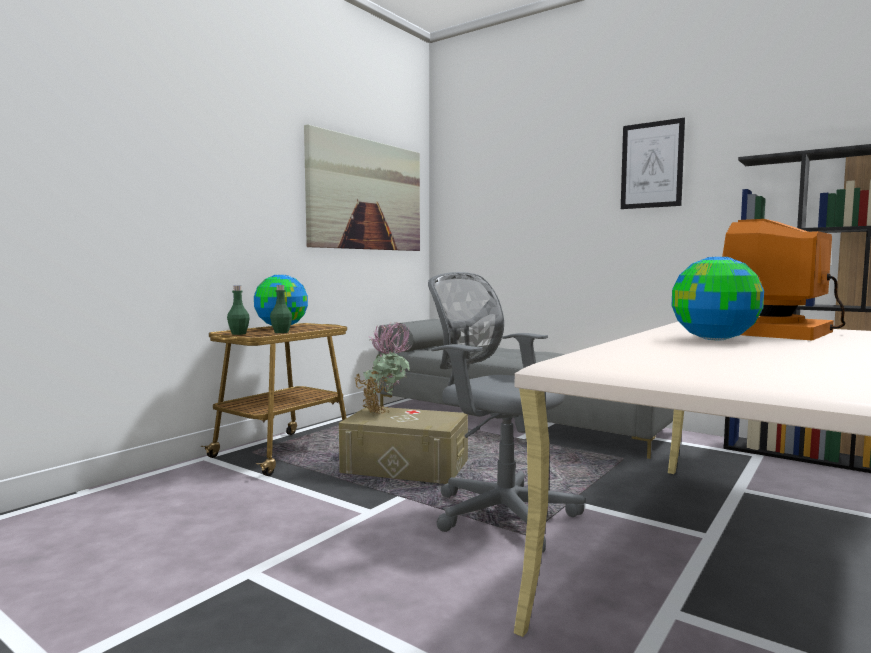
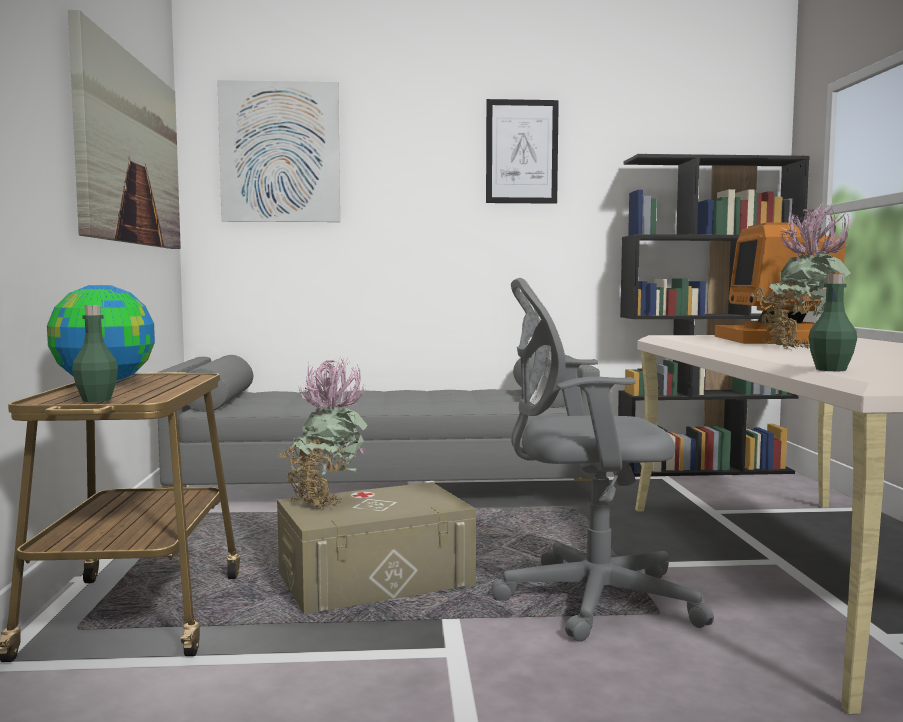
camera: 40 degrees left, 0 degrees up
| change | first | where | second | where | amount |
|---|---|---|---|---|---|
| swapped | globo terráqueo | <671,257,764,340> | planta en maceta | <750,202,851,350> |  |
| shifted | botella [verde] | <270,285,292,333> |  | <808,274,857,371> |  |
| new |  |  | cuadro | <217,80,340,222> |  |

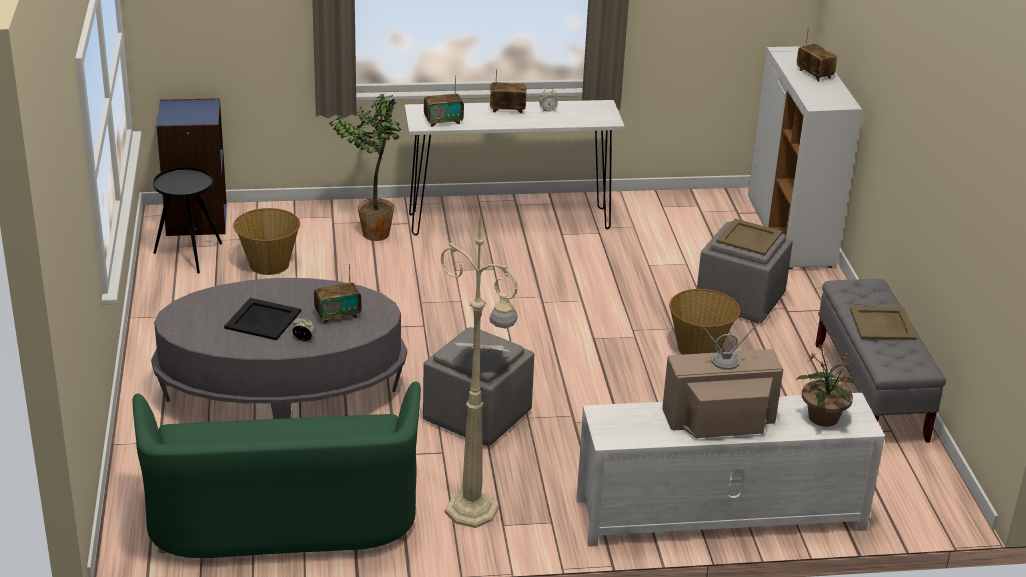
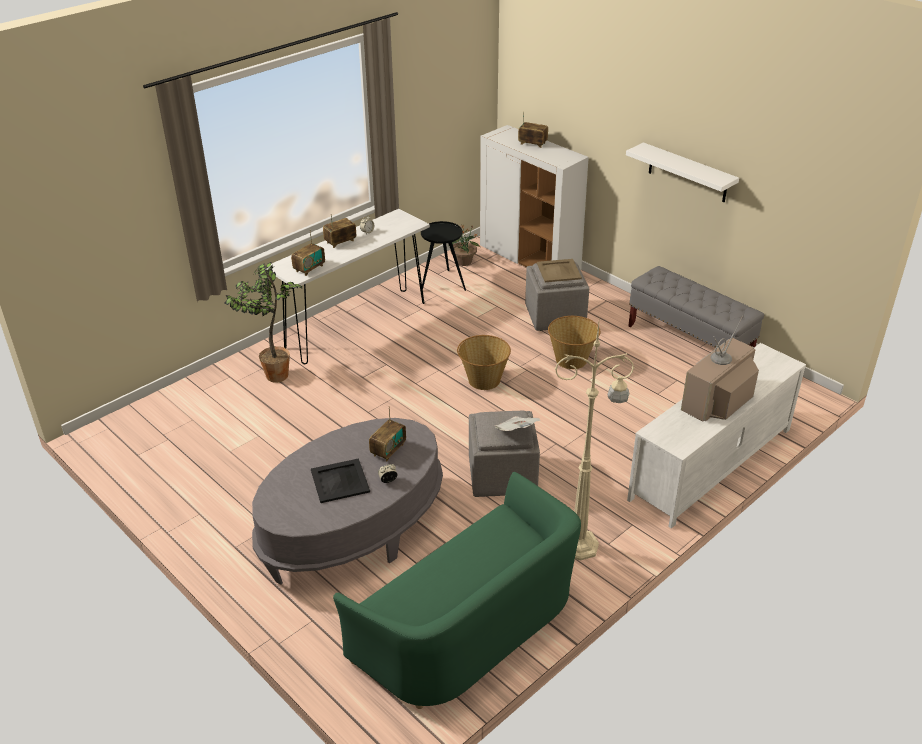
camera: 35 degrees left, 5 degrees up
| change | first | where | second | where | amount |
|---|---|---|---|---|---|
| gone | estantería [azul] | <156,98,227,236> |  |  |  |
| shifted | mesa auxiliar [negro] | <153,167,222,274> |  | <421,221,466,291> |  |
| shifted | cesta | <233,208,300,275> |  | <457,335,511,390> |  |
| gone | bandeja [beis] | <850,306,917,340> |  |  |  |
| shifted | planta en maceta | <796,345,854,427> |  | <448,225,480,266> |  |
| new |  |  | estante [blanco] | <626,142,739,202> |  |

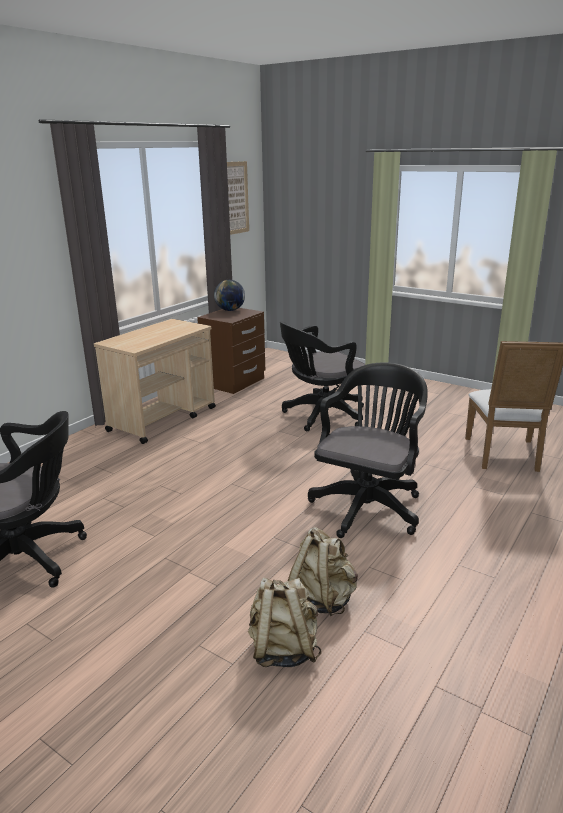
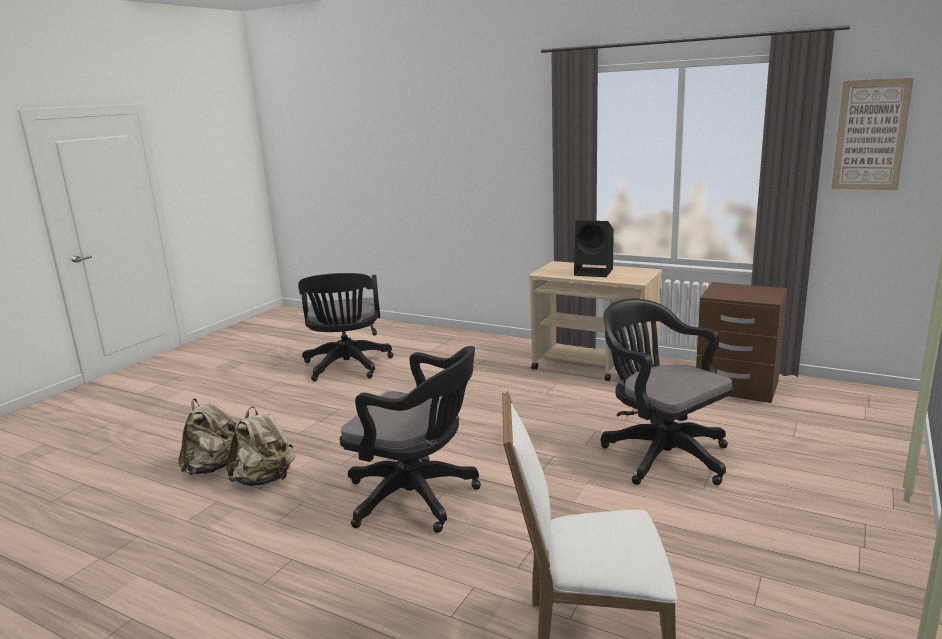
camera: 85 degrees right, 5 degrees down
| change | first | where | second | where | amount |
|---|---|---|---|---|---|
| gone | globo terráqueo | <214,280,245,311> |  |  |  |
| new |  |  | altavoz [negro] | <574,220,614,277> |  |

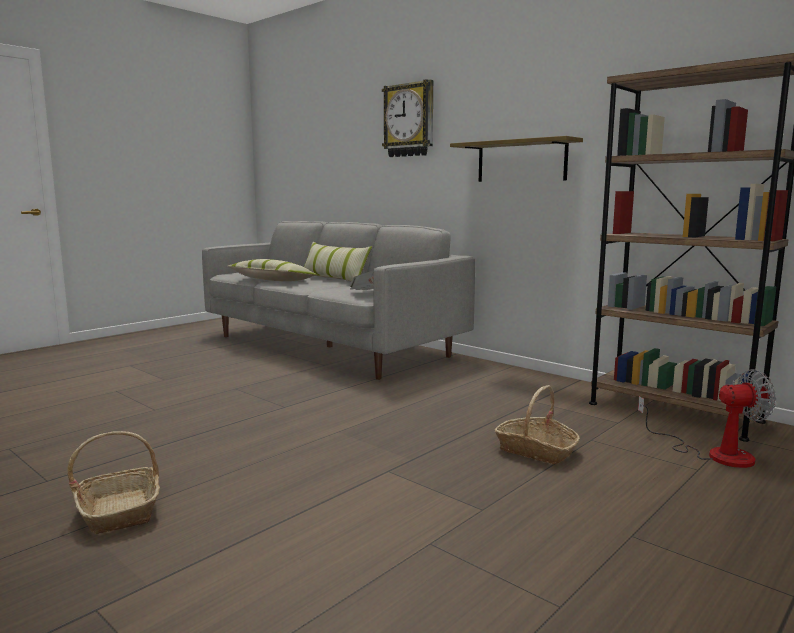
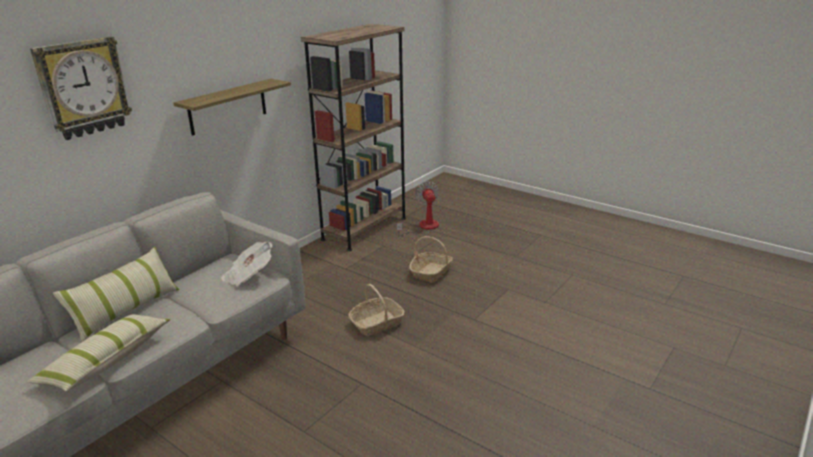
camera: 95 degrees left, 15 degrees up
| change | first | where | second | where | amount |
|---|---|---|---|---|---|
| shifted | cesta | <67,431,160,534> |  | <348,284,405,336> |  |

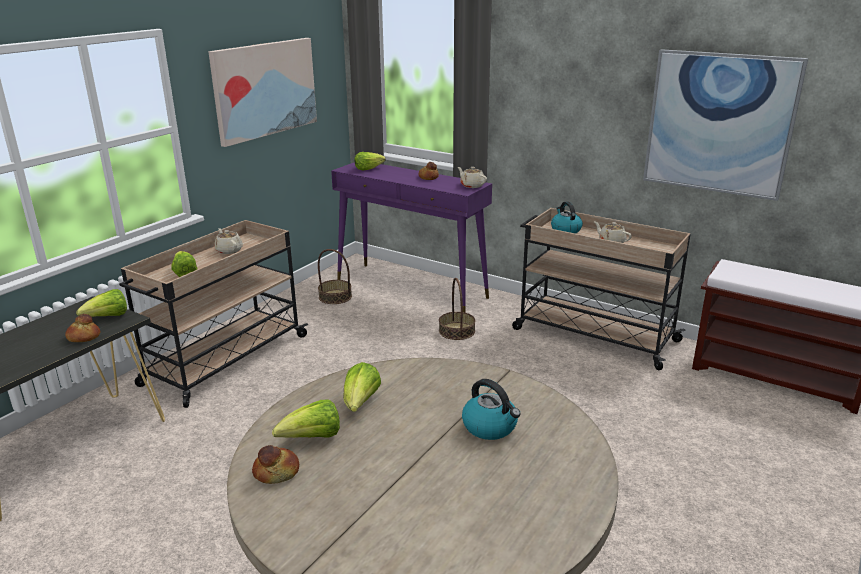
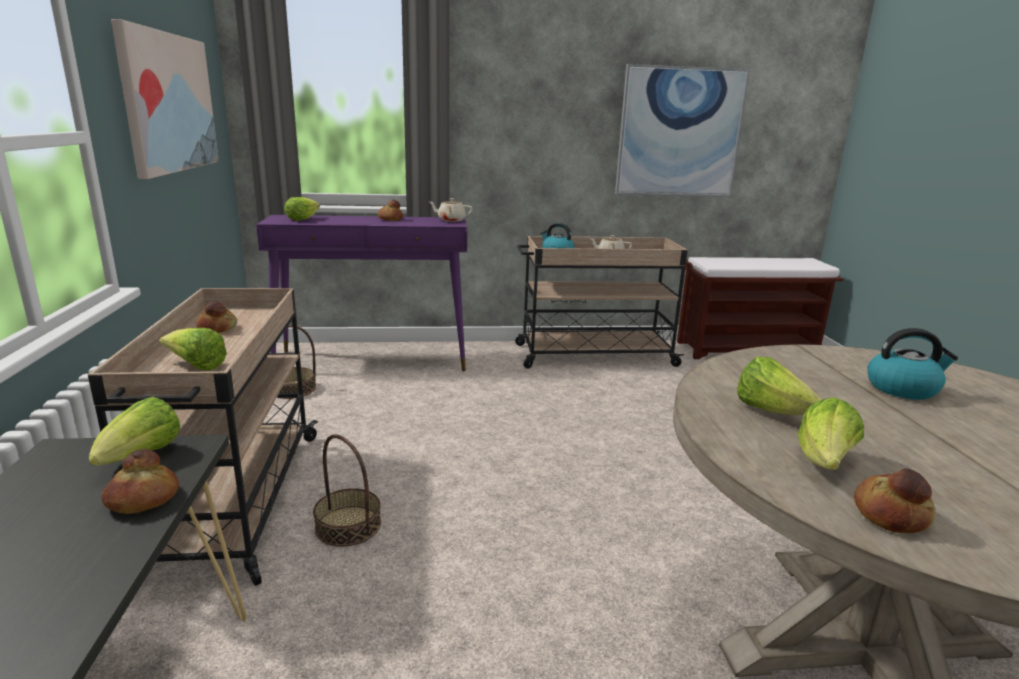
camera: 40 degrees left, 5 degrees down
| change | first | where | second | where | amount |
|---|---|---|---|---|---|
| swapped | tetera [beis] | <214,228,243,254> | pan | <196,301,237,333> |  |
| shifted | cesta | <439,278,476,340> |  | <313,434,381,547> |  |

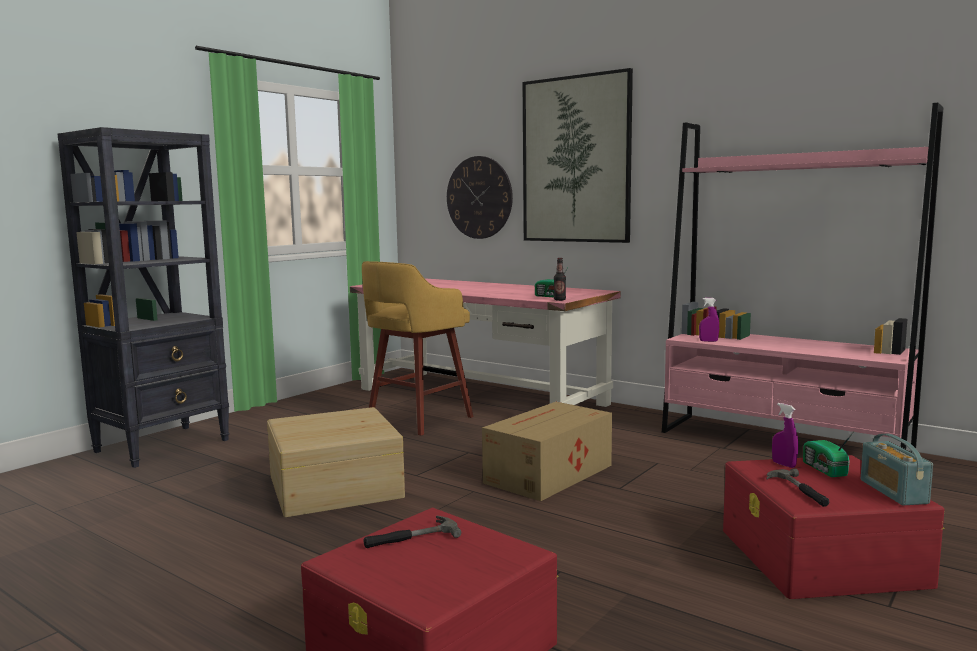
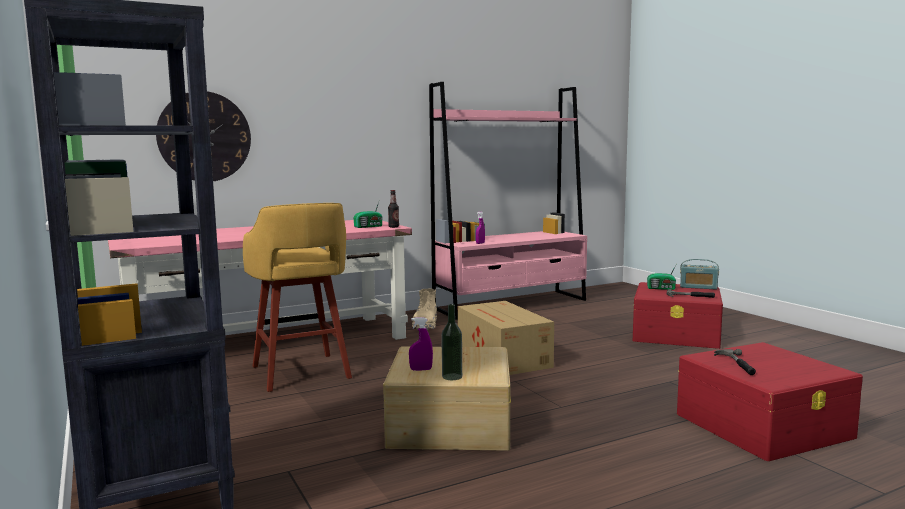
camera: 65 degrees left, 0 degrees up
| change | first | where | second | where | amount |
|---|---|---|---|---|---|
| gone | cuadro | <523,68,633,243> |  |  |  |
| shifted | pulverizador [morado] | <772,403,798,468> |  | <409,317,433,371> |  |
| new |  |  | bota [beis] | <412,289,437,330> |  |
| new |  |  | botella | <441,304,462,380> |  |

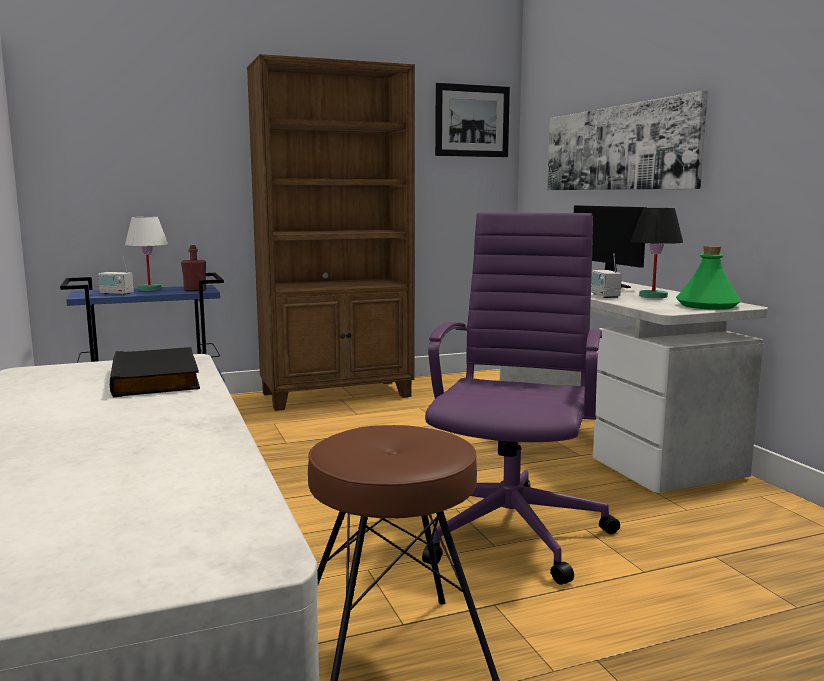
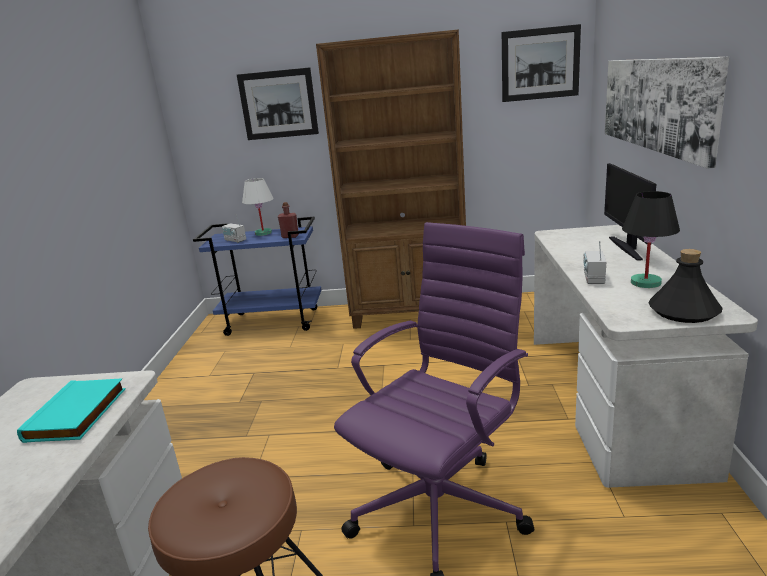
camera: 25 degrees right, 10 degrees up
| change | first | where | second | where | amount |
|---|---|---|---|---|---|
| repainted | botella [verde] | <676,246,741,310> | botella [negro] | <649,249,723,323> |  |
| repainted | libro [negro] | <110,347,200,397> | libro [turquesa] | <17,378,125,443> |  |
| new |  |  | cuadro | <237,67,319,140> |  |

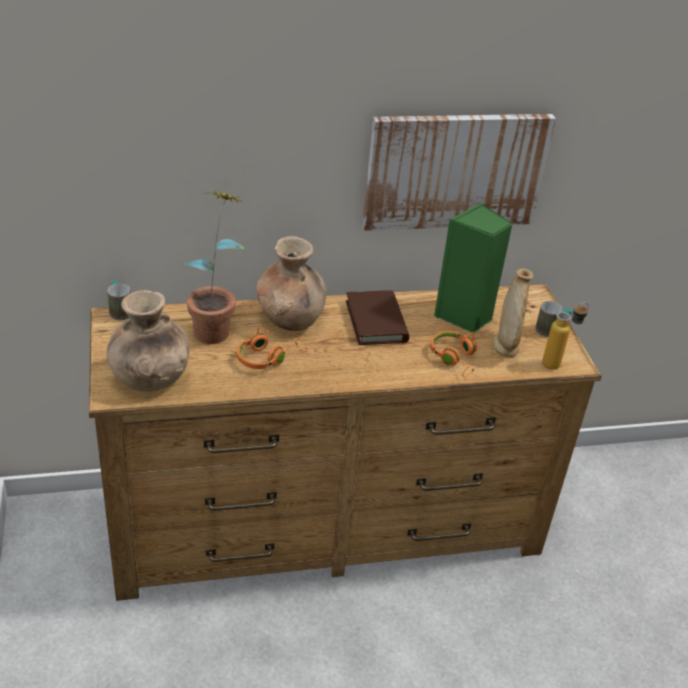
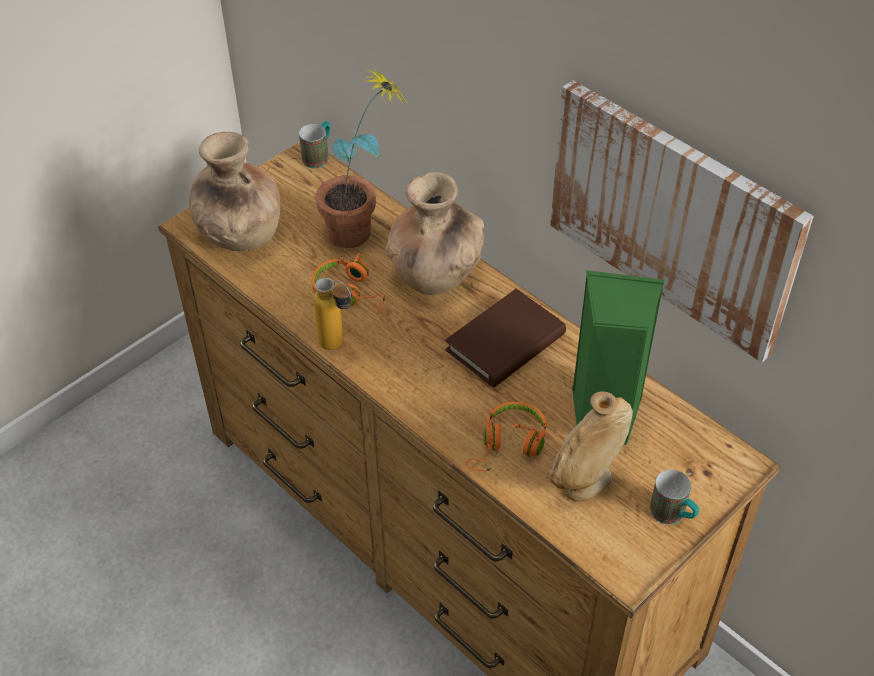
camera: 60 degrees right, 10 degrees up
| change | first | where | second | where | amount |
|---|---|---|---|---|---|
| shifted | botella | <542,302,589,370> |  | <313,278,352,350> |  |

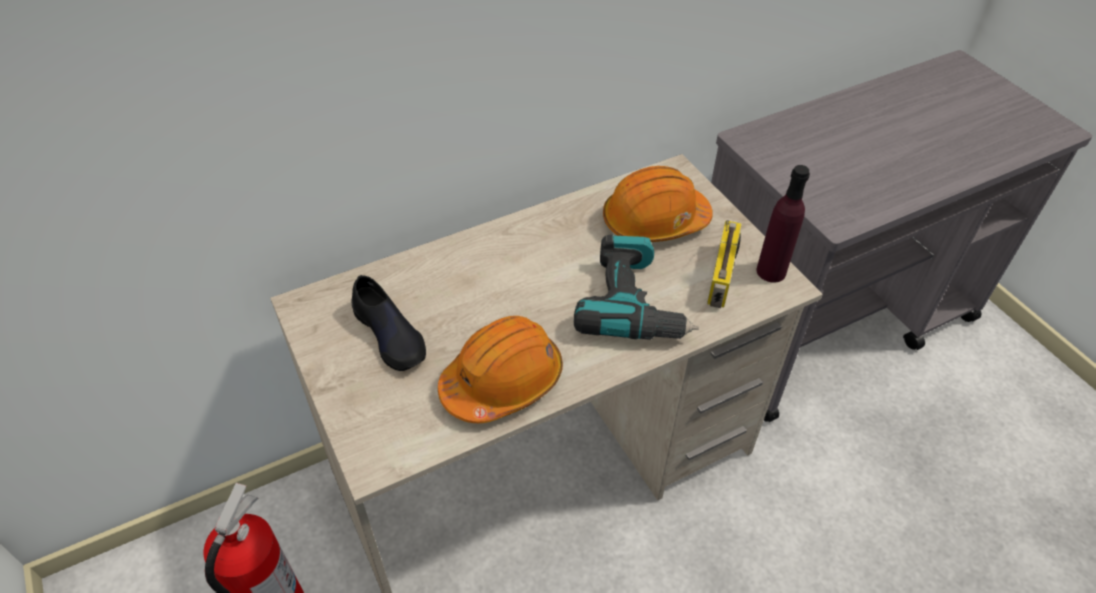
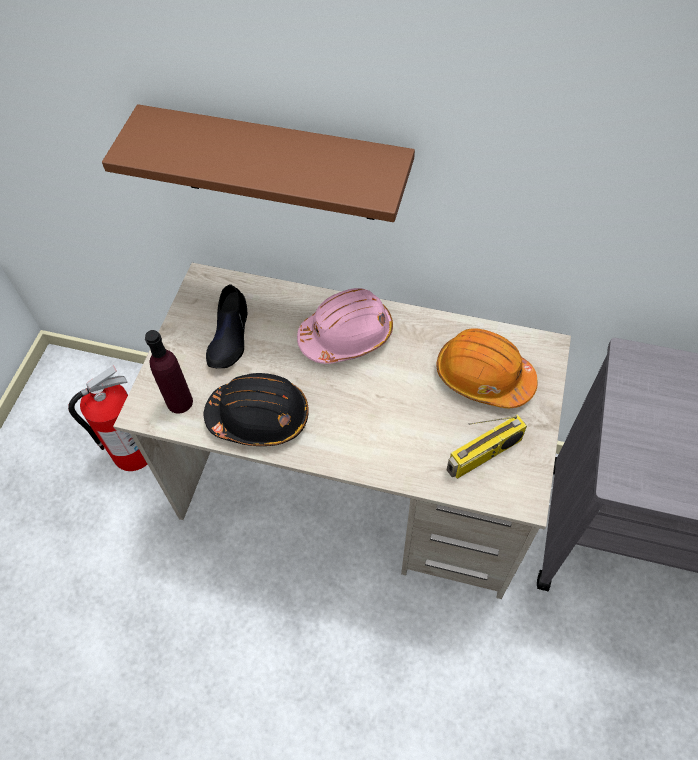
camera: 45 degrees right, 10 degrees up
| change | first | where | second | where | amount |
|---|---|---|---|---|---|
| shifted | botella [morado] | <757,165,810,283> |  | <145,330,193,414> |  |
| gone | taladro | <574,235,699,340> |  |  |  |
| repainted | casco [naranja] | <438,316,563,423> | casco [negro] | <204,373,309,446> |  |
| new |  |  | estante [marrón] | <102,104,415,222> |  |
| new |  |  | casco [rosa] | <297,288,393,364> |  |

